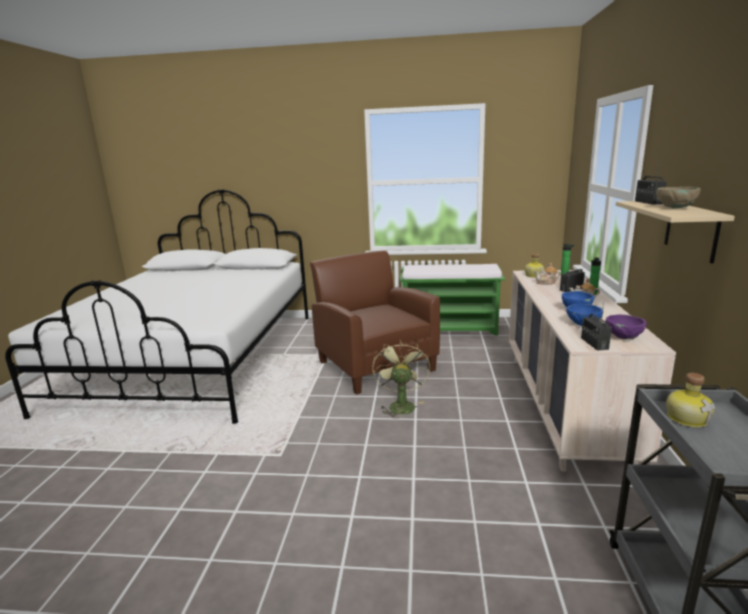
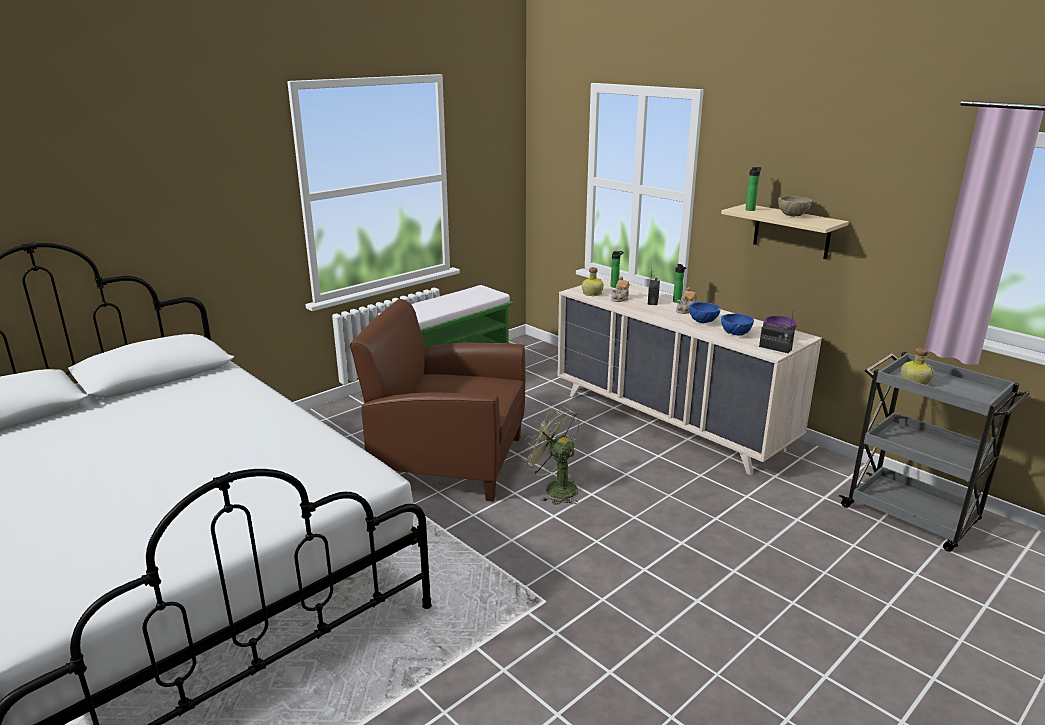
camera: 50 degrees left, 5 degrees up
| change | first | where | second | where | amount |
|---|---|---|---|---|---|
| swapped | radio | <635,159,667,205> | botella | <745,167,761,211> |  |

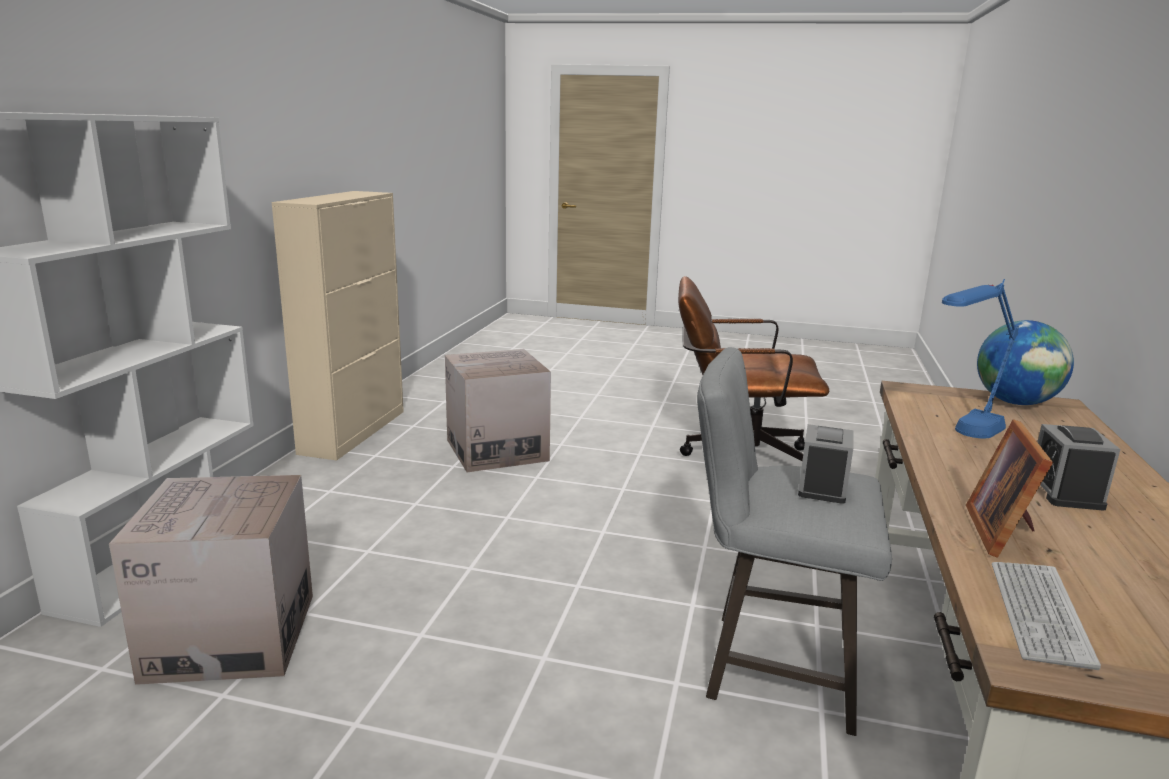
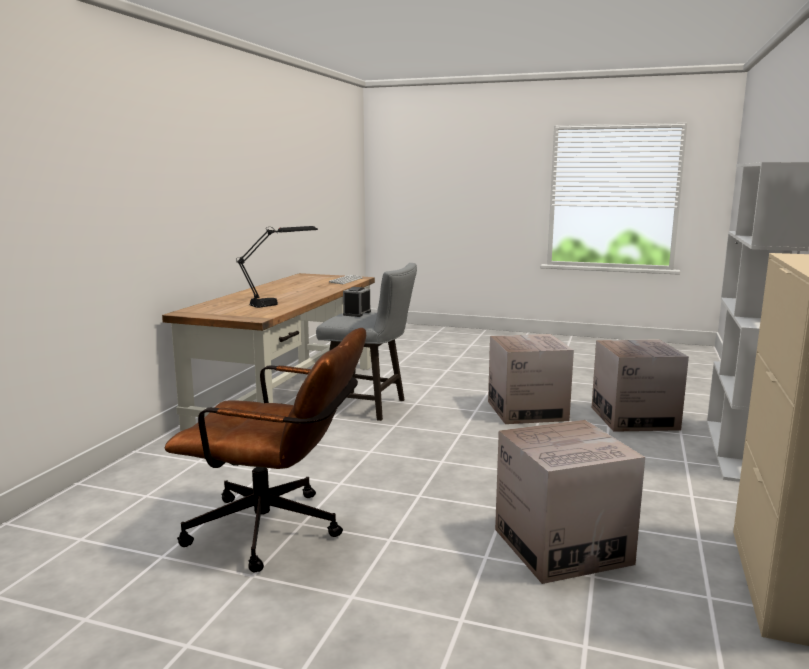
camera: 175 degrees left, 5 degrees down
| change | first | where | second | where | amount |
|---|---|---|---|---|---|
| repainted | lámpara de mesa [azul] | <942,279,1019,438> | lámpara de mesa [negro] | <236,226,318,308> |  |
| gone | globo terráqueo | <977,320,1074,405> |  |  |  |
| gone | portarretratos | <966,419,1053,558> |  |  |  |
| gone | despertador | <1038,424,1120,511> |  |  |  |
| new |  |  | caja de cartón | <488,334,574,424> |  |

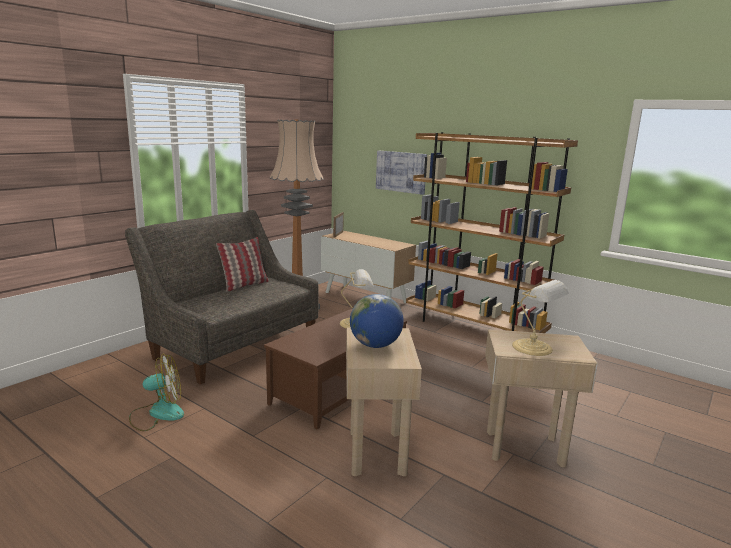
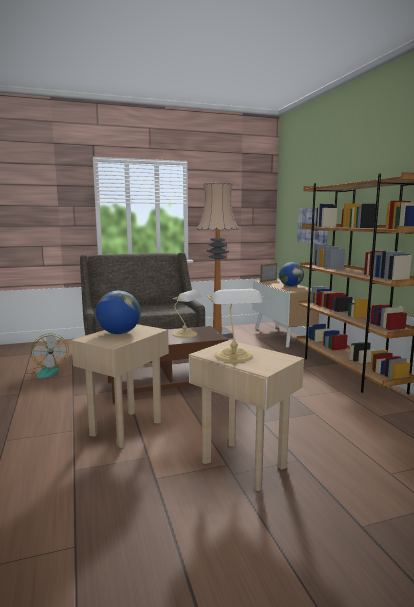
camera: 35 degrees right, 5 degrees down
| change | first | where | second | where | amount |
|---|---|---|---|---|---|
| gone | cojín | <216,237,269,292> |  |  |  |
| rotated | ventilador | <129,354,184,431> |  | <25,333,69,379> | 45 degrees clockwise |
| new |  |  | globo terráqueo | <279,262,304,287> |  |

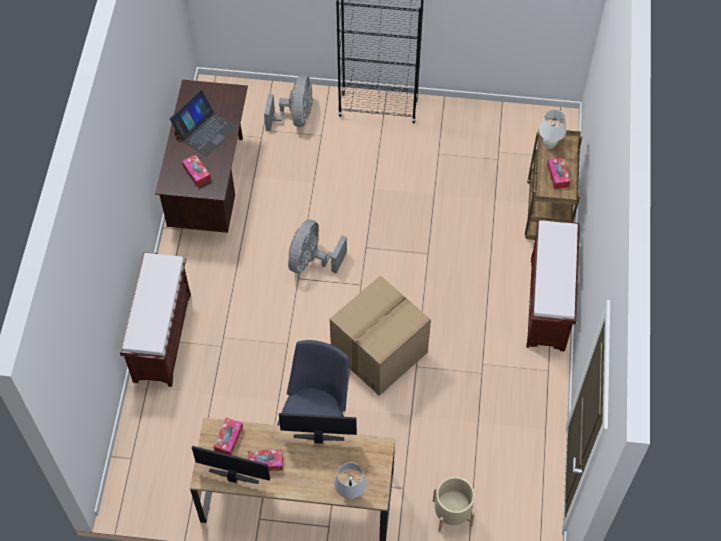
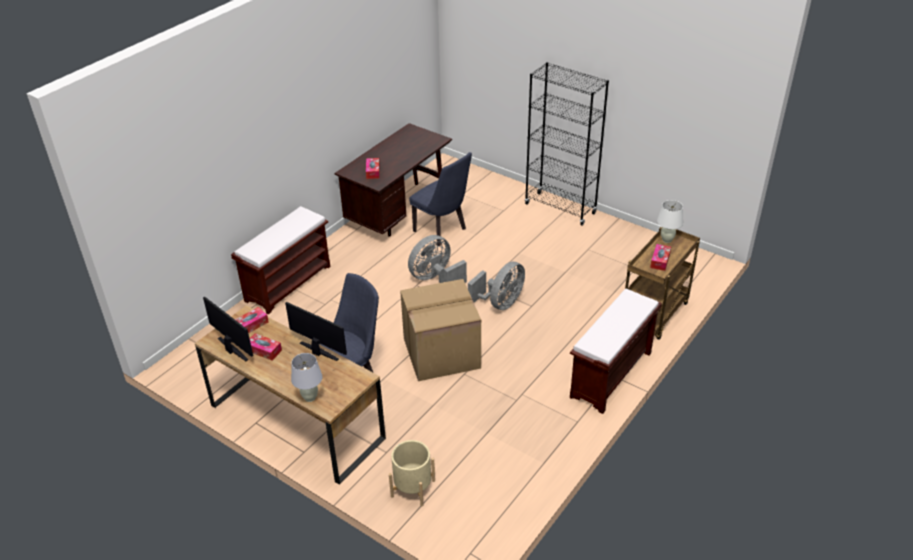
camera: 30 degrees right, 20 degrees down
| change | first | where | second | where | amount |
|---|---|---|---|---|---|
| shifted | ventilador [gris] | <264,75,313,131> |  | <468,262,525,310> |  |
| gone | portátil | <170,89,237,157> |  |  |  |
| new |  |  | silla [azul] | <409,152,472,246> |  |

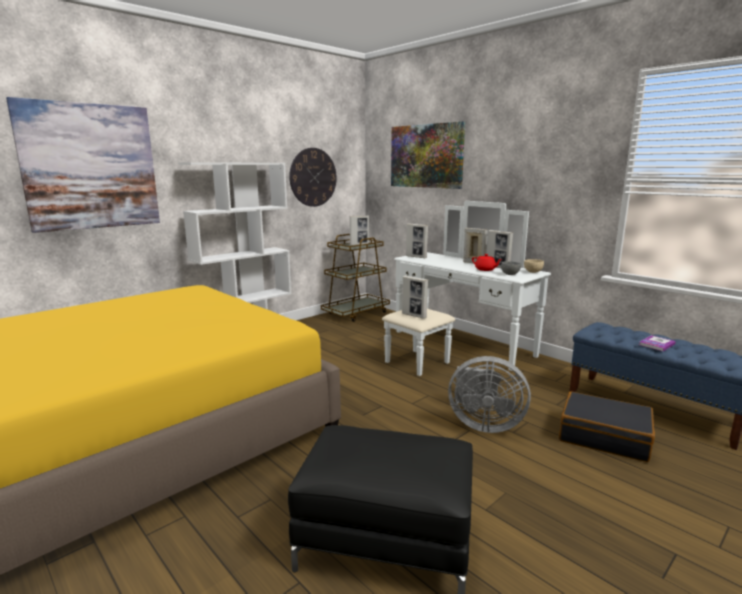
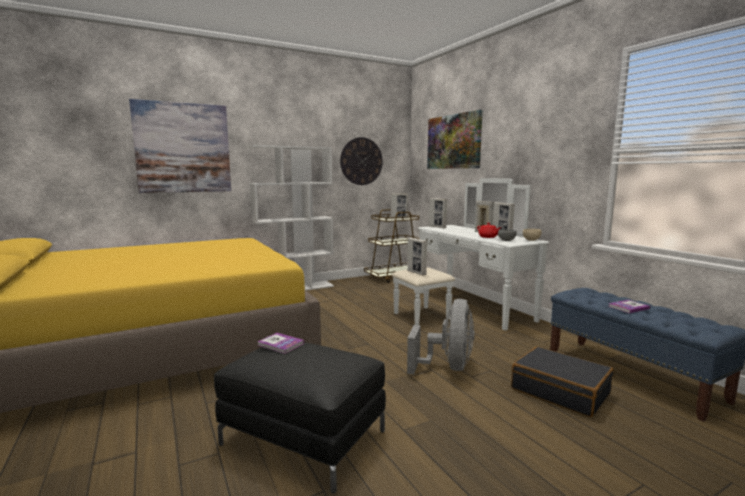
camera: 15 degrees right, 5 degrees down
| change | first | where | second | where | amount |
|---|---|---|---|---|---|
| rotated | ventilador [gris] | <448,356,531,433> |  | <407,299,475,374> | 105 degrees counterclockwise |
| new |  |  | libro | <257,333,304,354> |  |

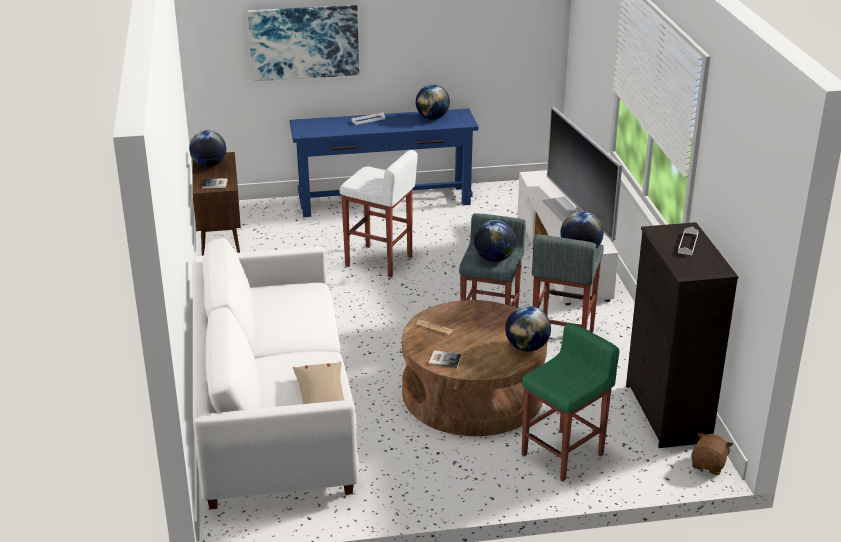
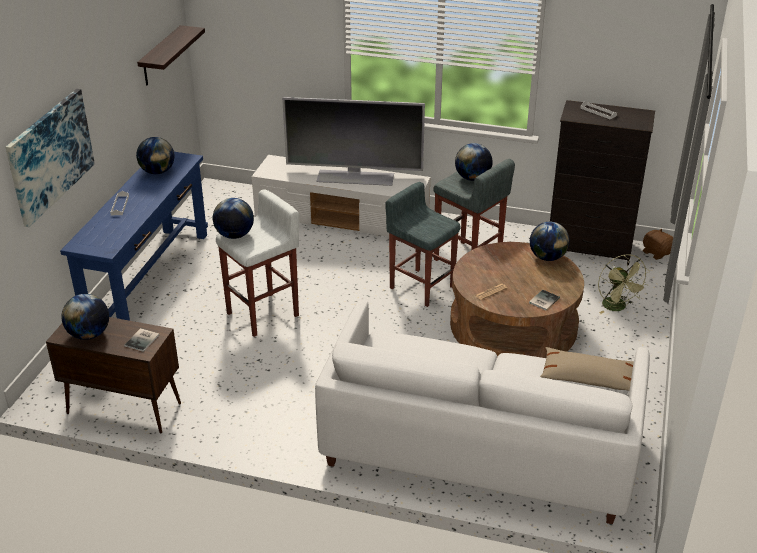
camera: 65 degrees left, 5 degrees up
| change | first | where | second | where | amount |
|---|---|---|---|---|---|
| shifted | globo terráqueo | <474,220,516,262> |  | <213,198,254,239> |  |
| swapped | taburete [verde] | <522,323,620,482> | ventilador [verde] | <598,254,650,314> |  |
| new |  |  | estante | <137,25,205,85> |  |

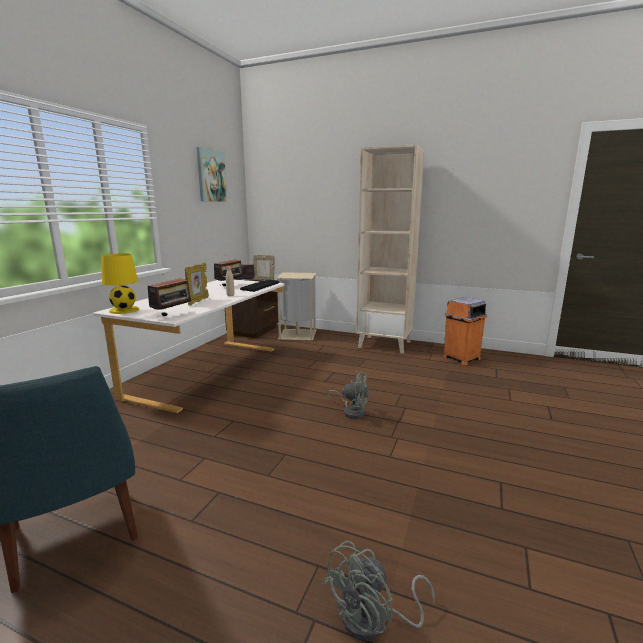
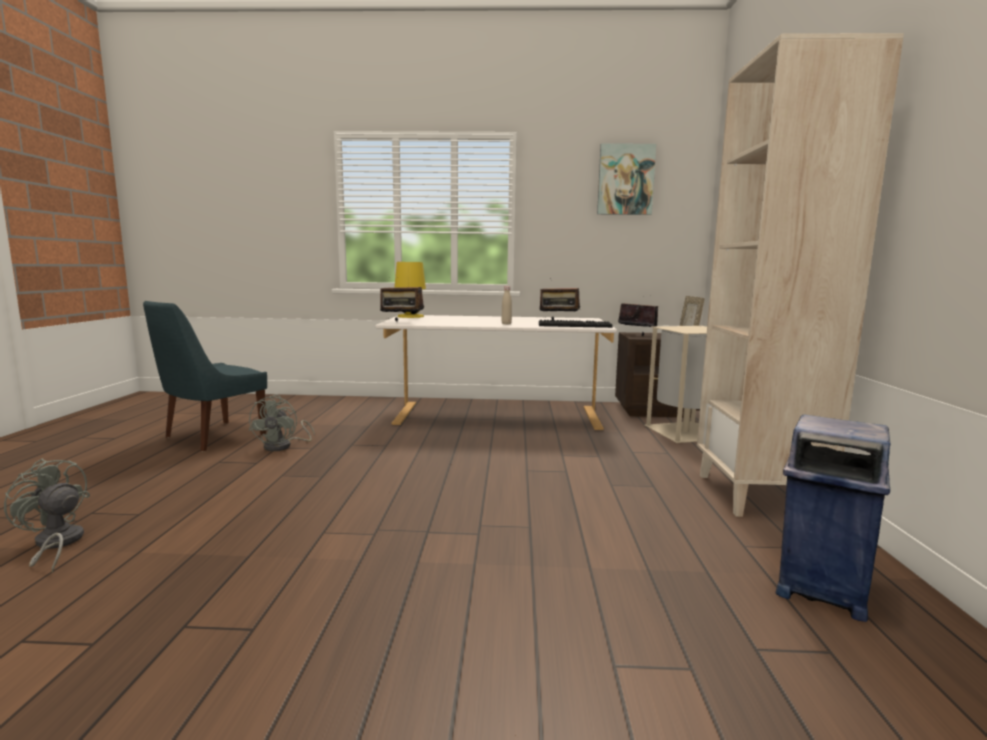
camera: 70 degrees right, 5 degrees down
| change | first | where | second | where | amount |
|---|---|---|---|---|---|
| gone | portarretratos | <185,262,209,306> |  |  |  |
| repainted | papelera [naranja] | <443,297,487,365> | papelera [azul] | <775,415,891,622> |  |
| shifted | ventilador [gris] | <327,371,369,419> |  | <248,395,315,451> |  |

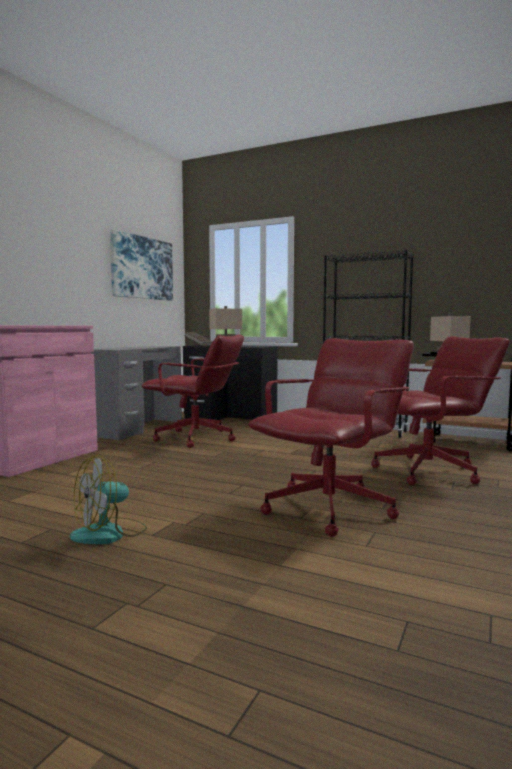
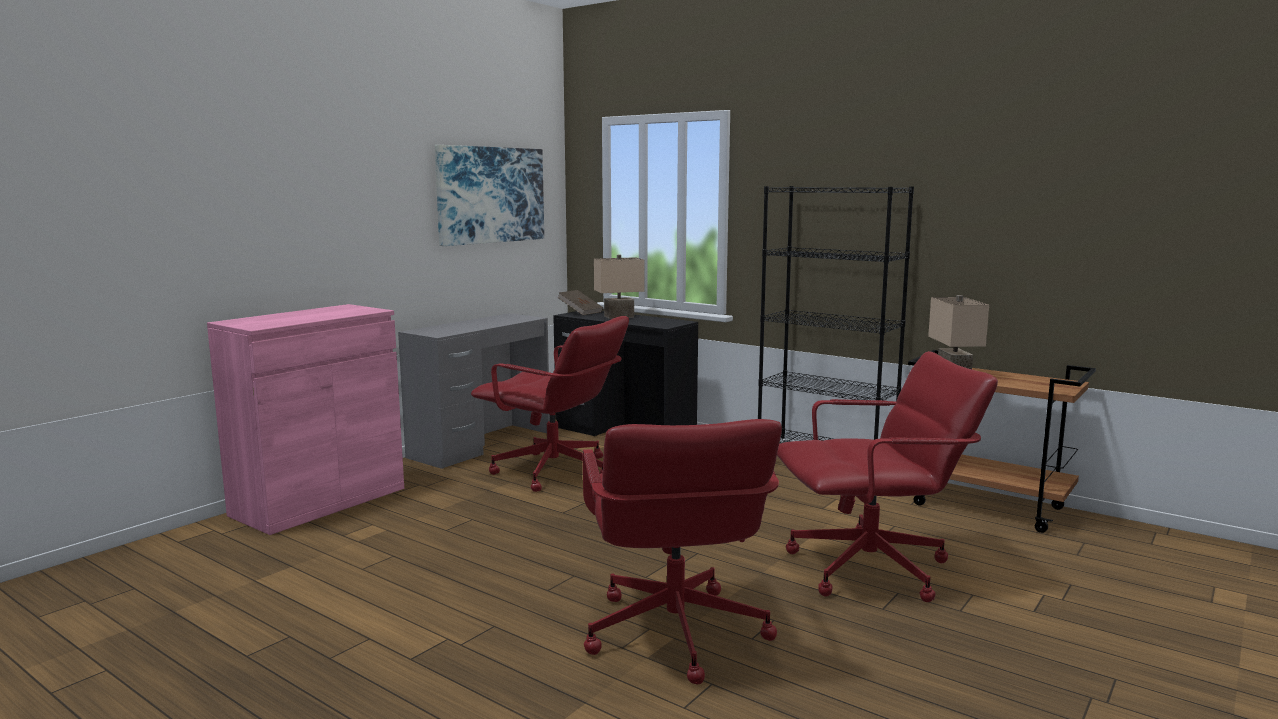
camera: 10 degrees right, 5 degrees up
| change | first | where | second | where | amount |
|---|---|---|---|---|---|
| rotated | silla de oficina [rojo] | <248,338,414,537> |  | <583,419,782,685> | 120 degrees clockwise |
| gone | ventilador | <70,455,147,544> |  |  |  |

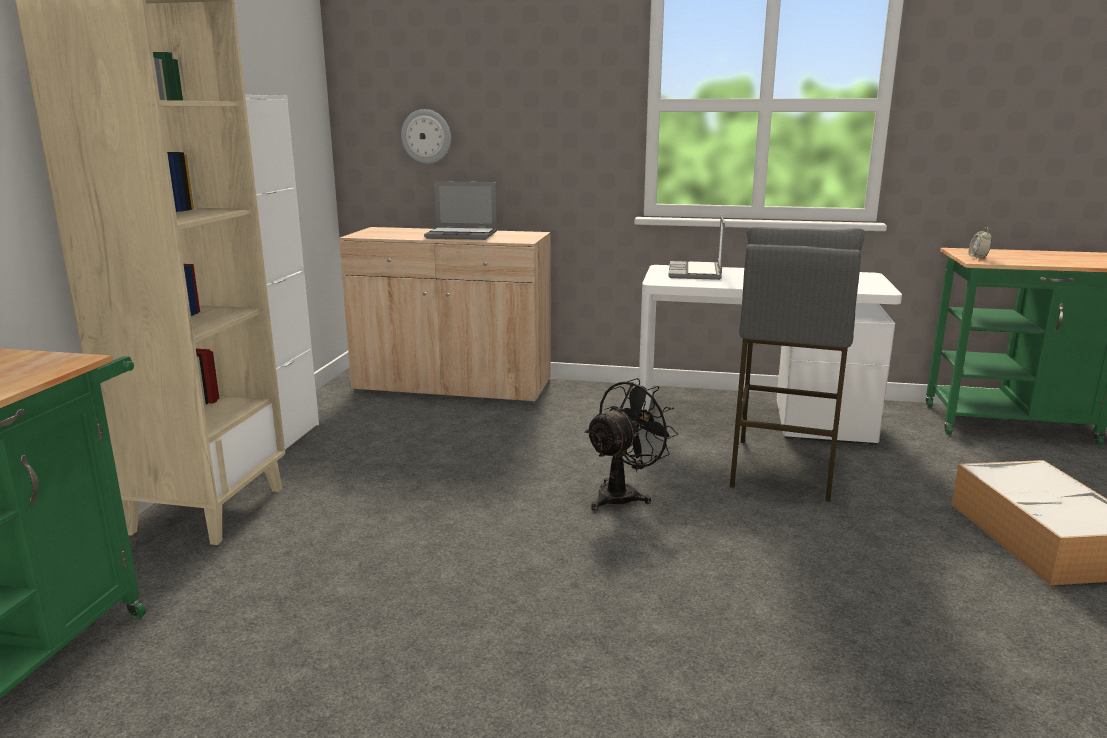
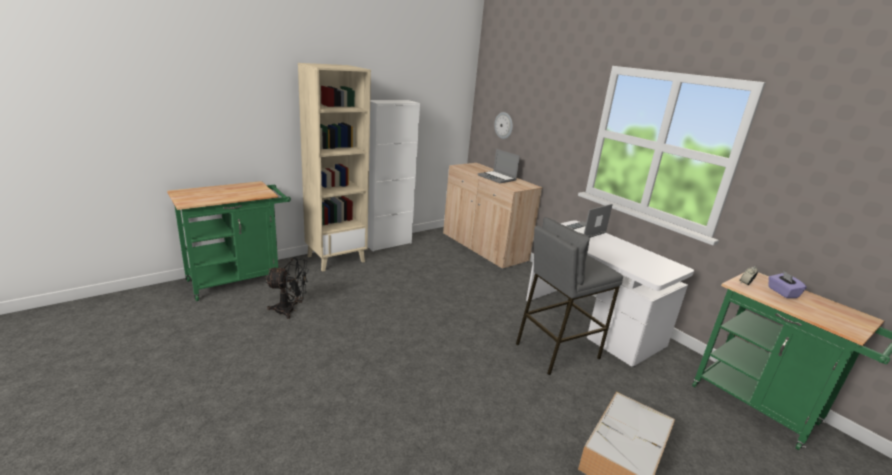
camera: 40 degrees right, 5 degrees up
| change | first | where | second | where | amount |
|---|---|---|---|---|---|
| shifted | ventilador [negro] | <585,378,678,510> |  | <265,257,309,319> |  |
| new |  |  | caja de pañuelos [morado] | <768,270,807,298> |  |

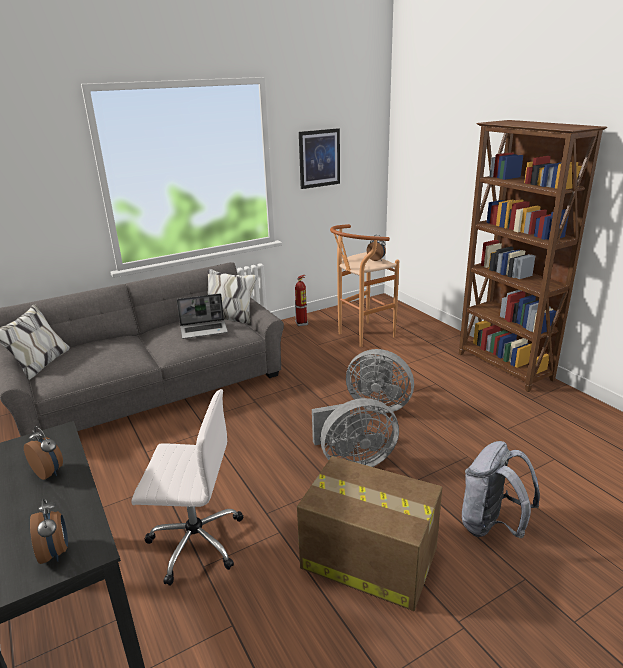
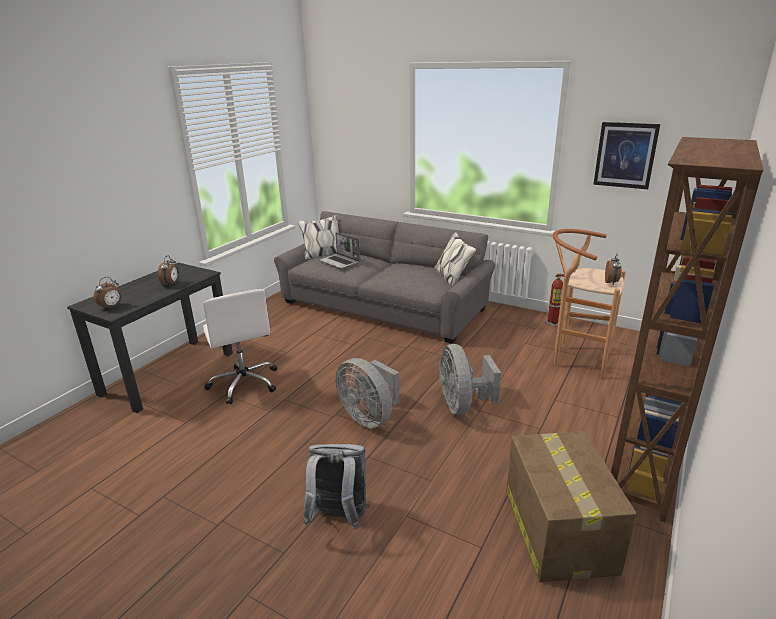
camera: 60 degrees right, 0 degrees up
| change | first | where | second | where | amount |
|---|---|---|---|---|---|
| shifted | portátil | <177,294,228,339> |  | <319,232,360,269> |  |
| shifted | caja de cartón | <297,456,442,611> |  | <506,431,637,582> |  |

